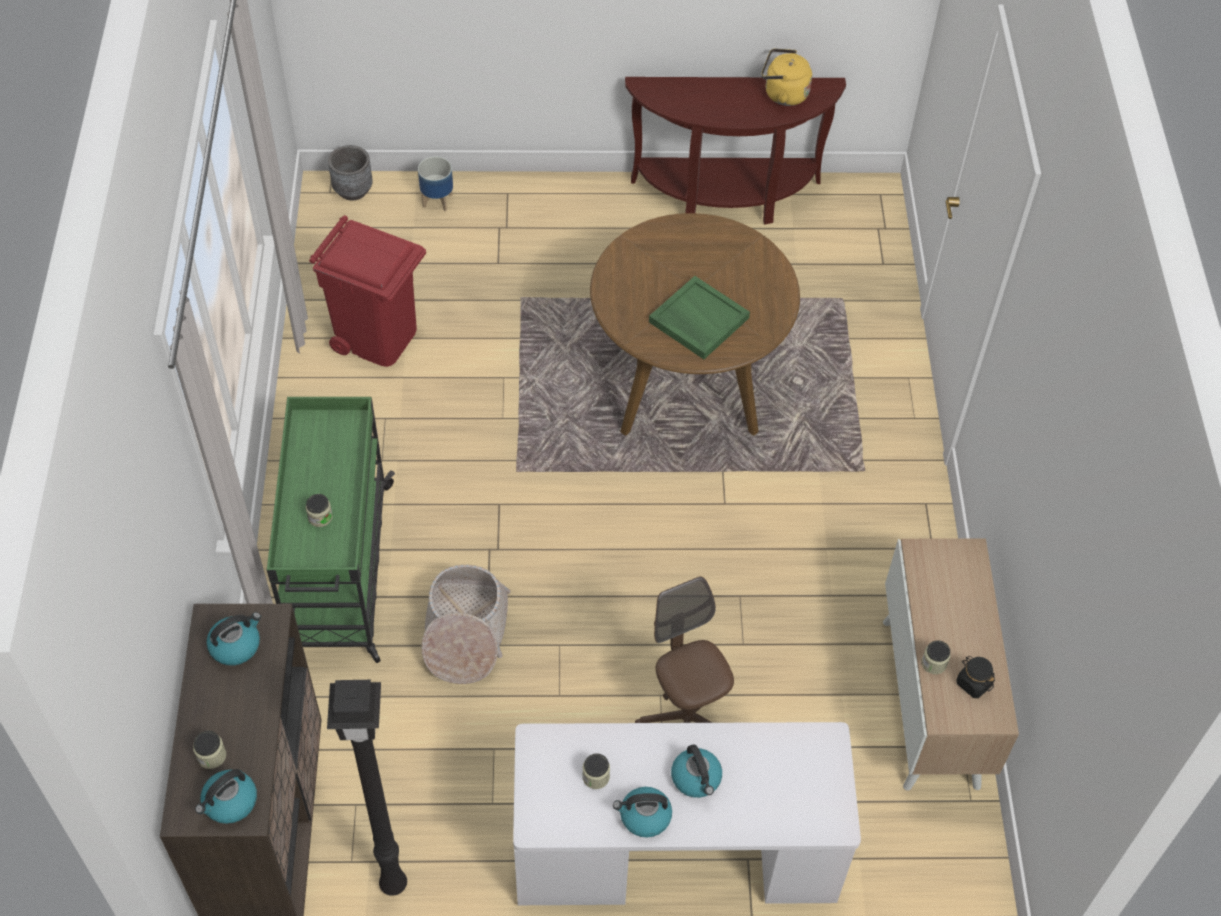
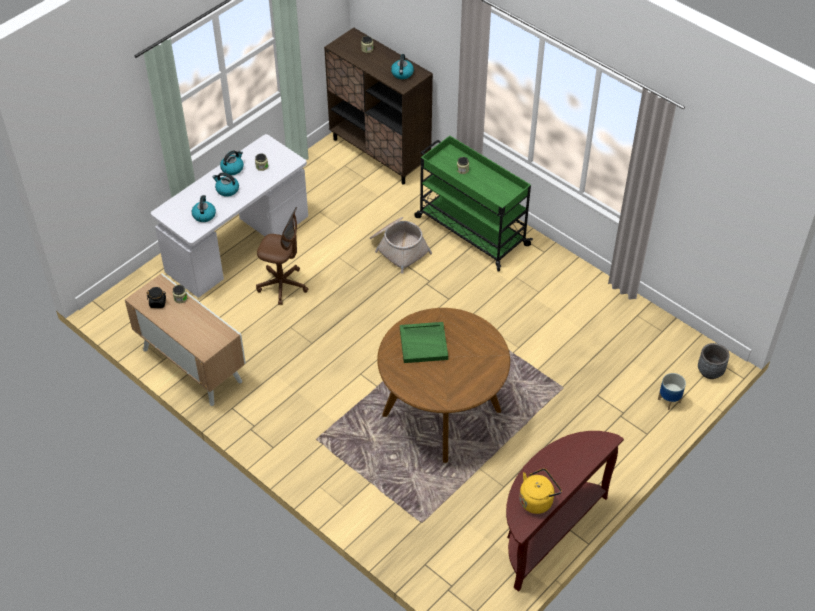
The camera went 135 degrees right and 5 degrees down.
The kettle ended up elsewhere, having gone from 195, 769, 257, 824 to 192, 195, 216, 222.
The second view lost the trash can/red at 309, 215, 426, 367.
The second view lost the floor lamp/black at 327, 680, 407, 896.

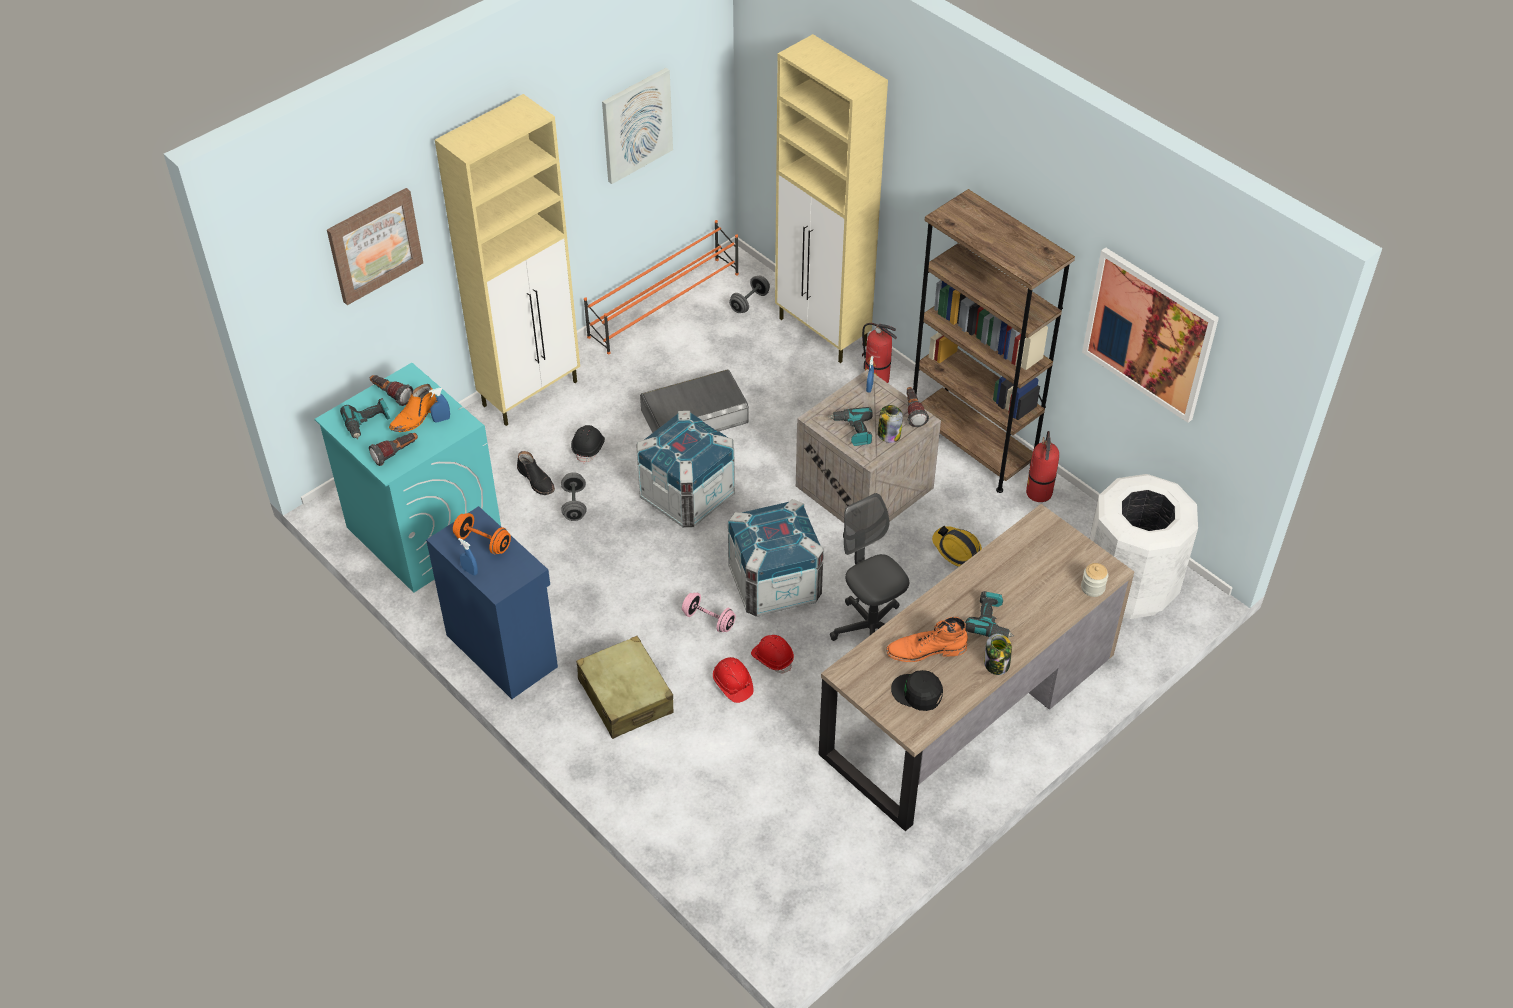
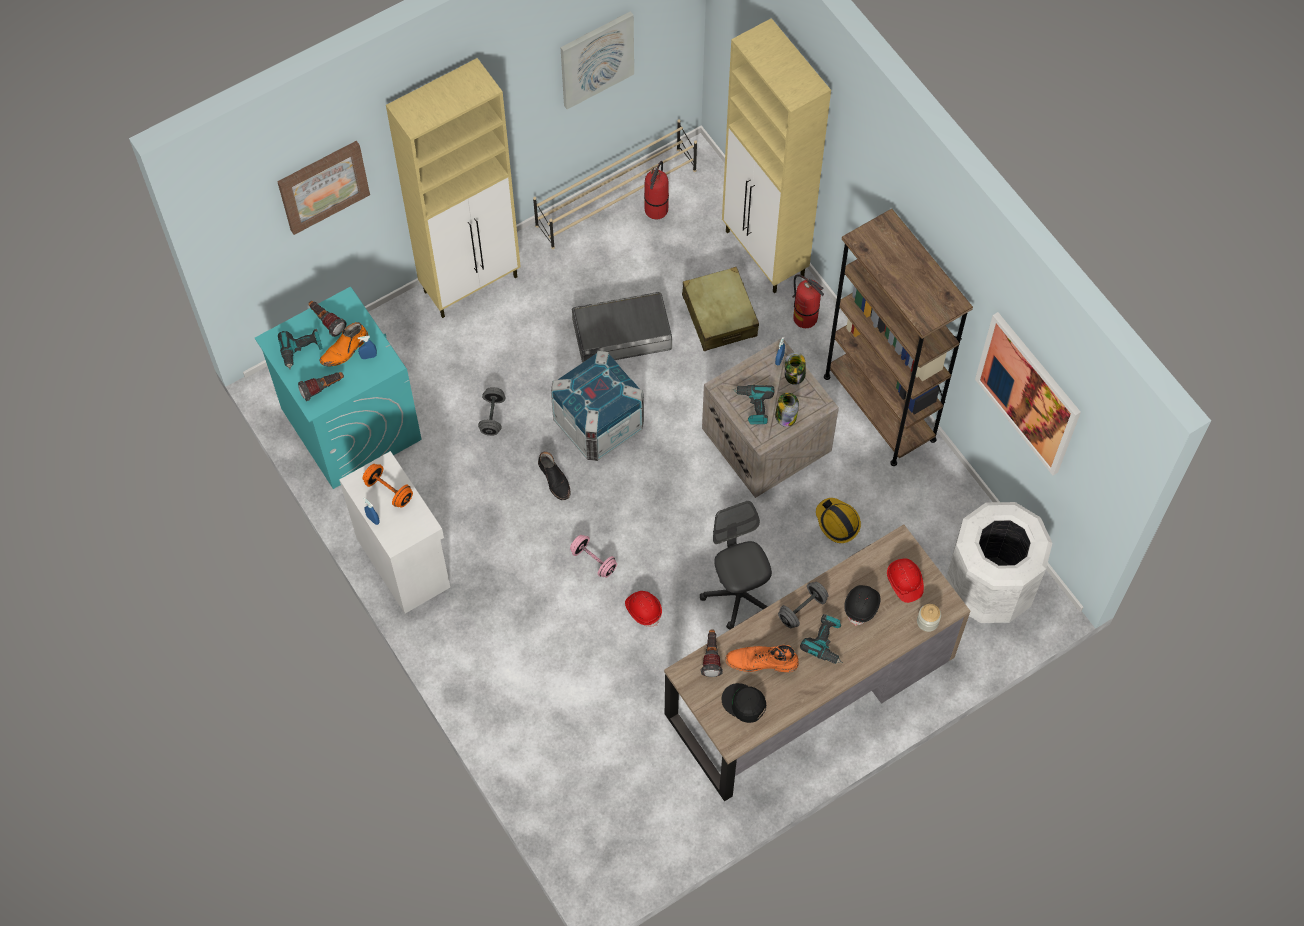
The camera went 10 degrees right and 15 degrees up.
What was the cabinet/blue at 426, 506, 558, 699 turned into the cabinet/white at 339, 451, 450, 613.
The boot/black ended up elsewhere, having gone from 517, 451, 555, 495 to 538, 452, 571, 500.
The hard hat/black ended up elsewhere, having gone from 571, 425, 605, 463 to 844, 585, 881, 626.
The suitcase/beige ended up elsewhere, having gone from 576, 636, 674, 739 to 682, 267, 759, 351.
What was the shoe rack/orange at 584, 220, 739, 354 turned into the shoe rack/beige at 533, 119, 697, 249.
The hard hat/red ended up elsewhere, having gone from 713, 657, 754, 703 to 887, 558, 924, 603.
The second view lost the crate at 728, 499, 824, 617.
The dumbbell/grey ended up elsewhere, having gone from 729, 276, 770, 313 to 778, 582, 828, 628.
The flashlight ended up elsewhere, having gone from 906, 387, 929, 427 to 700, 630, 723, 677.
The jar ended up elsewhere, having gone from 984, 634, 1012, 675 to 784, 352, 806, 385.
The fire extinguisher ended up elsewhere, having gone from 1026, 431, 1059, 502 to 644, 161, 669, 219.

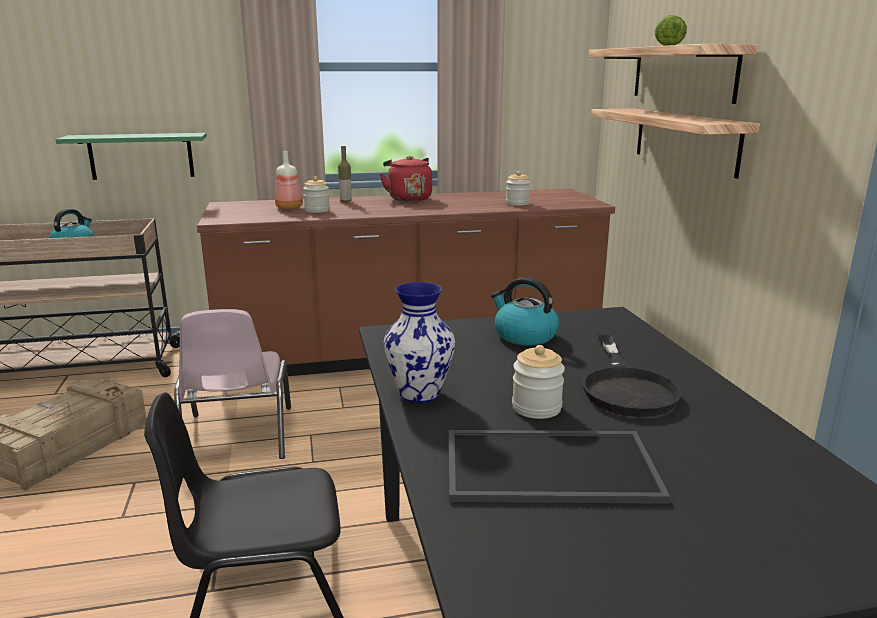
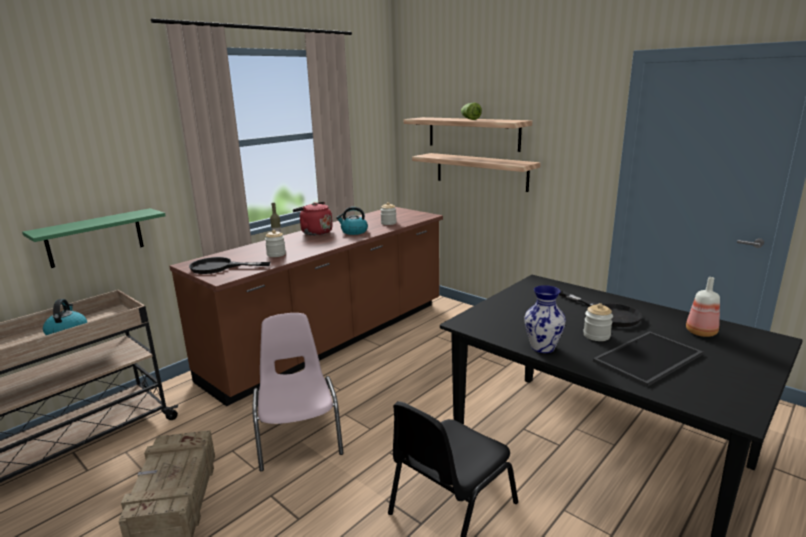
The camera went 35 degrees left and 0 degrees up.
The chair/pink at 174, 309, 291, 459 ended up facing another way, 150 degrees counterclockwise from before.
The bottle ended up elsewhere, having gone from 275, 151, 303, 209 to 686, 277, 720, 337.
The kettle ended up elsewhere, having gone from 491, 277, 559, 346 to 336, 207, 368, 235.
The second view gained the frying pan/black at 189, 257, 270, 274.

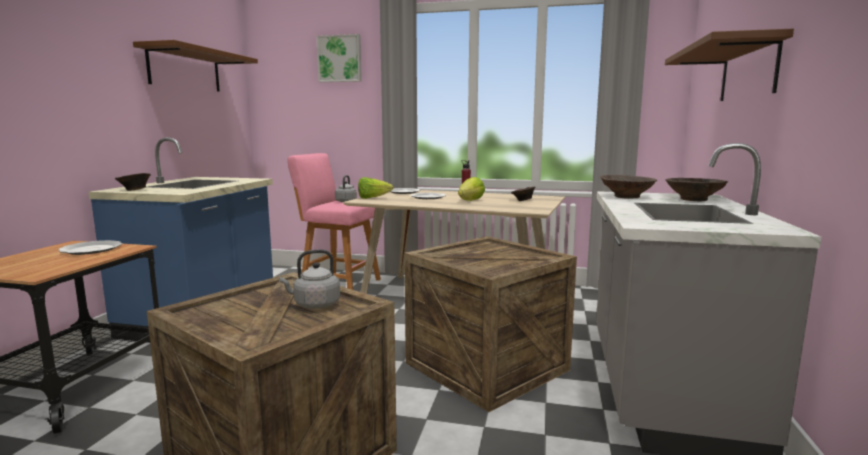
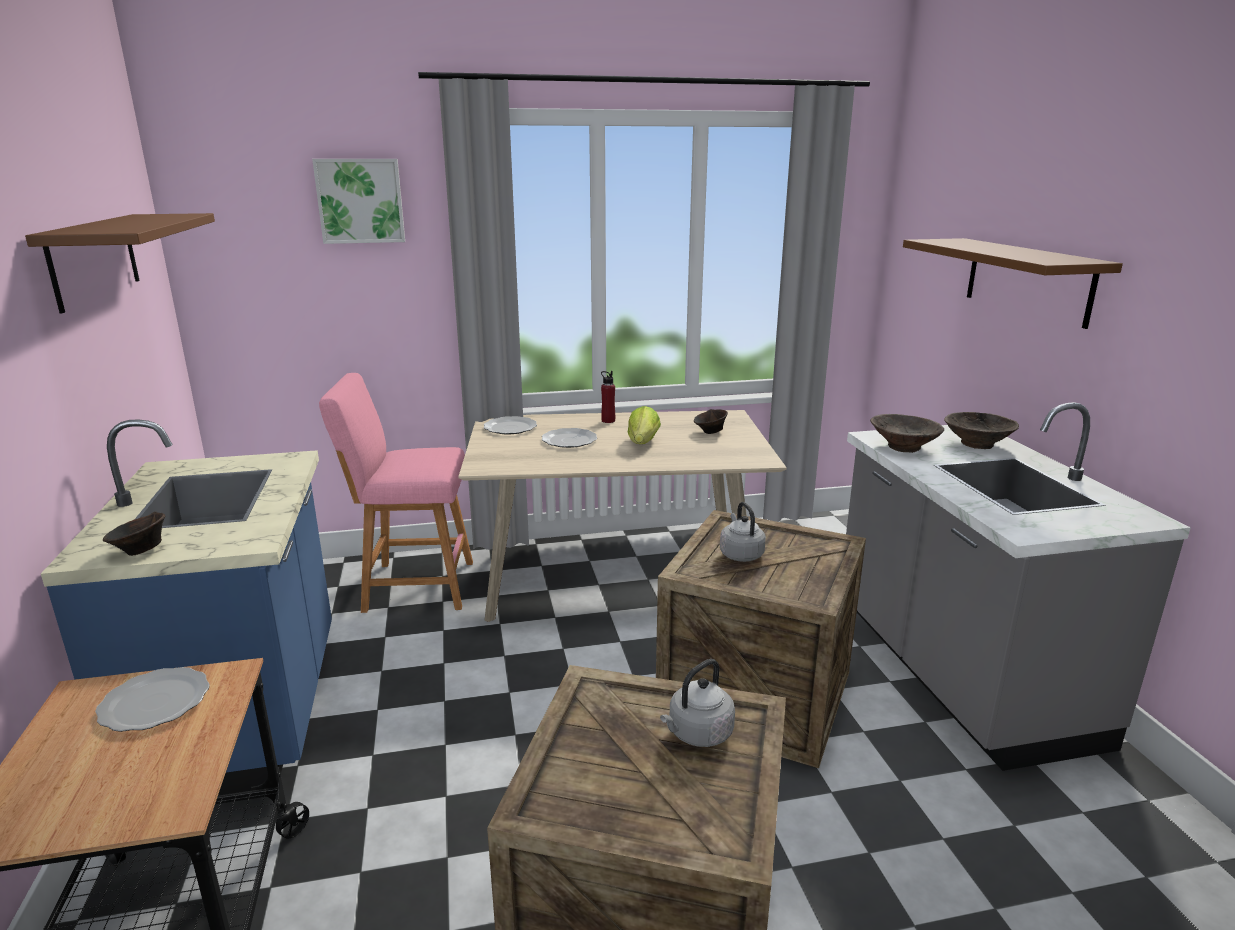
The camera went 25 degrees left and 10 degrees up.
The kettle/grey ended up elsewhere, having gone from 335, 175, 357, 202 to 720, 502, 766, 562.
The second view lost the lettuce at 358, 177, 394, 199.

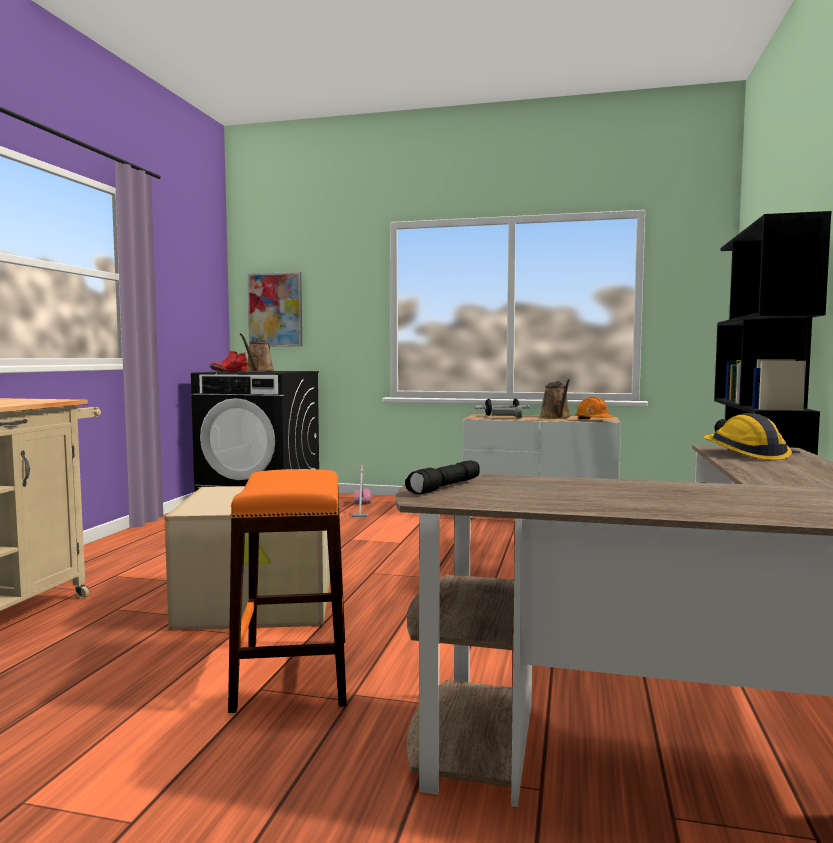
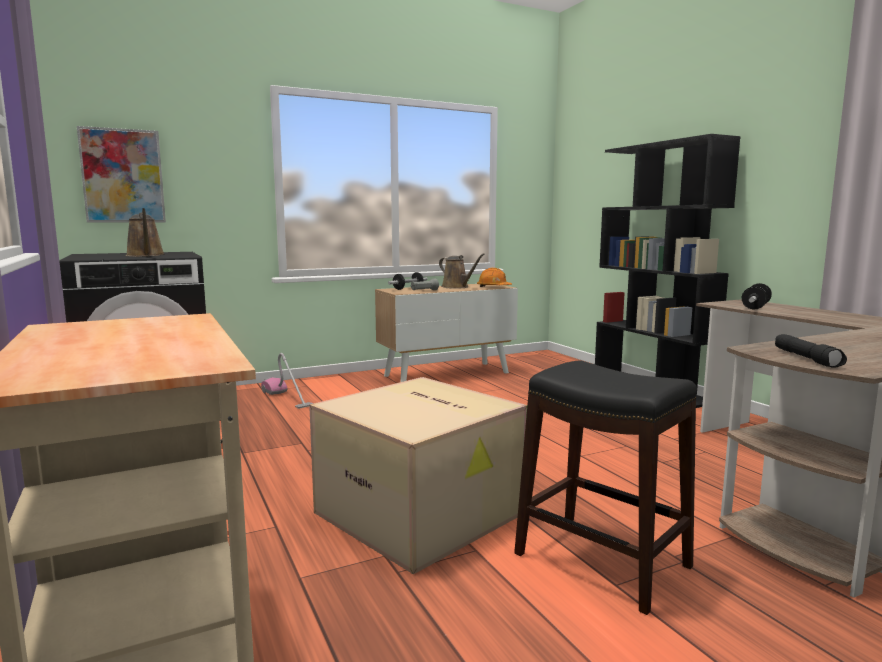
The camera went 40 degrees left and 5 degrees up.
The second view lost the boot/red at 210, 351, 247, 372.
What was the stool/orange at 228, 469, 347, 713 turned into the stool/black at 514, 360, 697, 615.
Where the hard hat stood at 703, 413, 792, 460, the dumbbell came to stand at 742, 283, 772, 309.

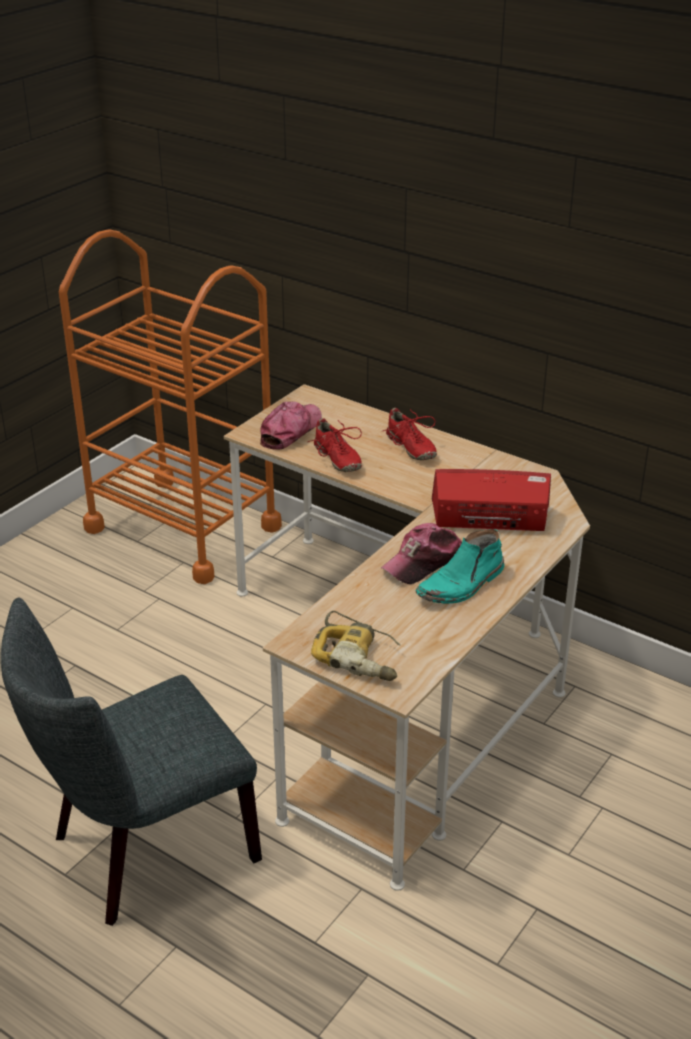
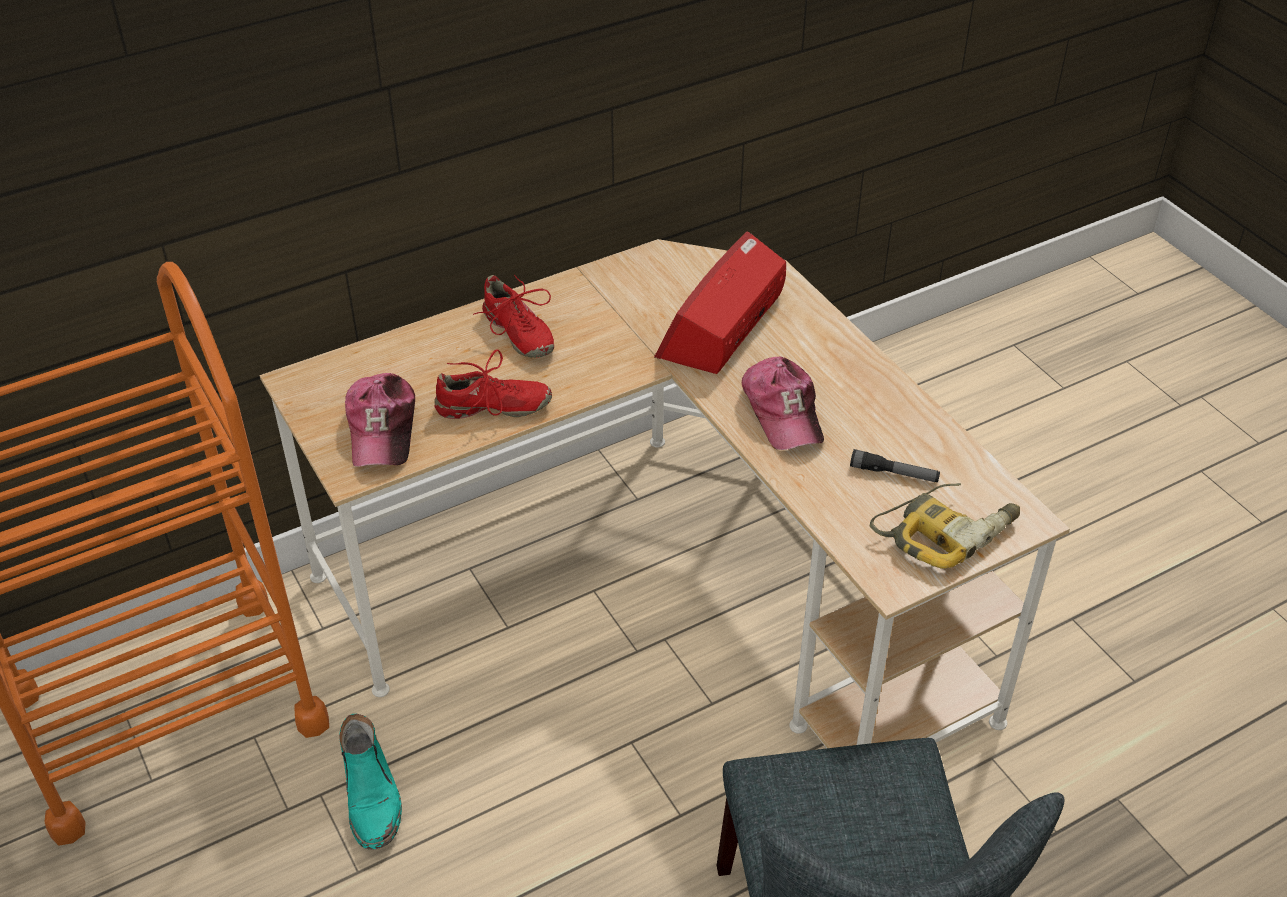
The camera went 65 degrees left and 10 degrees up.
The cap at 260, 401, 322, 450 ended up facing another way, 150 degrees counterclockwise from before.
The shoe/red at 381, 408, 437, 460 ended up facing another way, 60 degrees clockwise from before.
The boot/turquoise ended up elsewhere, having gone from 416, 529, 504, 604 to 339, 714, 402, 849.
The second view gained the flashlight at 850, 449, 940, 482.

